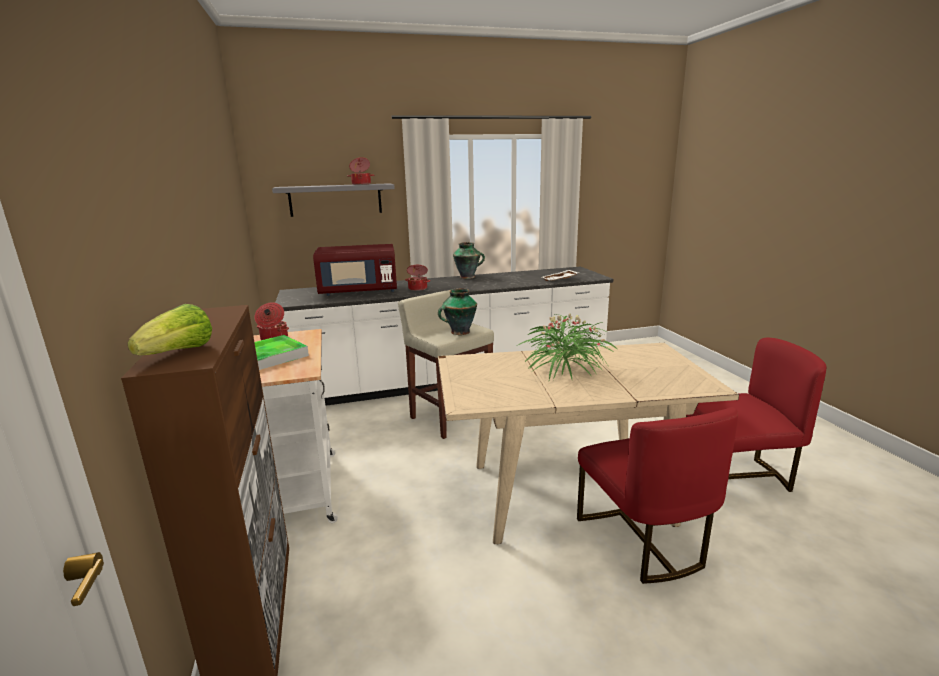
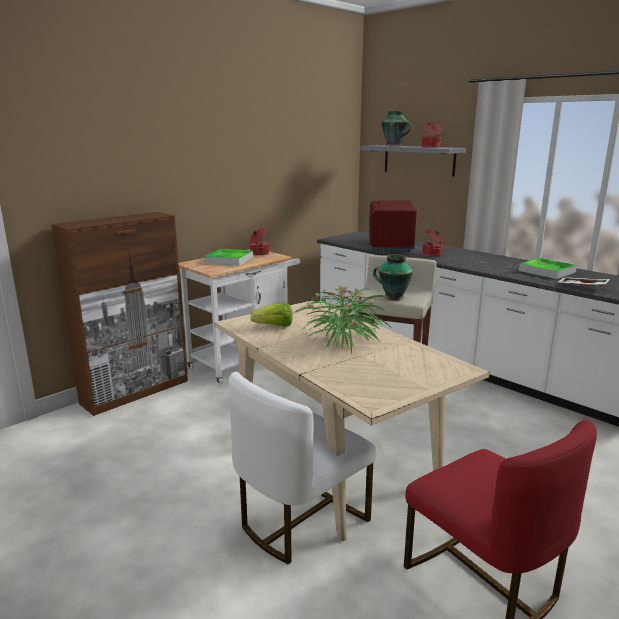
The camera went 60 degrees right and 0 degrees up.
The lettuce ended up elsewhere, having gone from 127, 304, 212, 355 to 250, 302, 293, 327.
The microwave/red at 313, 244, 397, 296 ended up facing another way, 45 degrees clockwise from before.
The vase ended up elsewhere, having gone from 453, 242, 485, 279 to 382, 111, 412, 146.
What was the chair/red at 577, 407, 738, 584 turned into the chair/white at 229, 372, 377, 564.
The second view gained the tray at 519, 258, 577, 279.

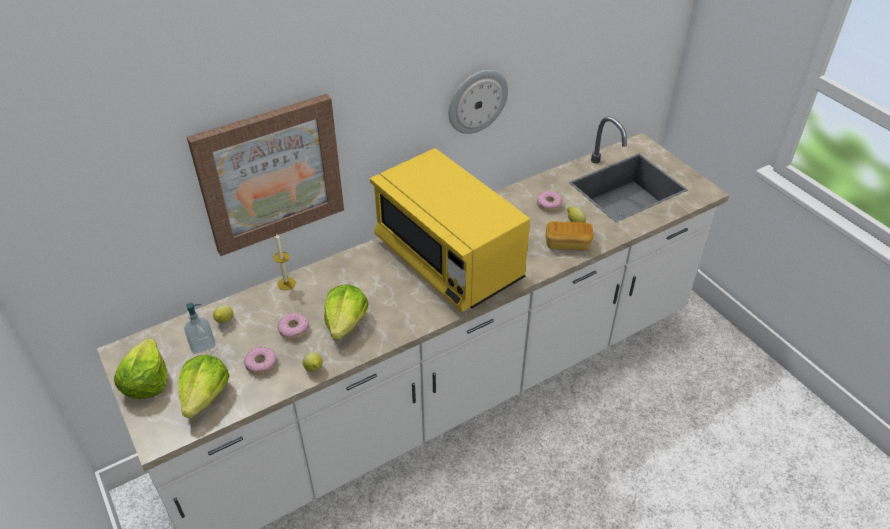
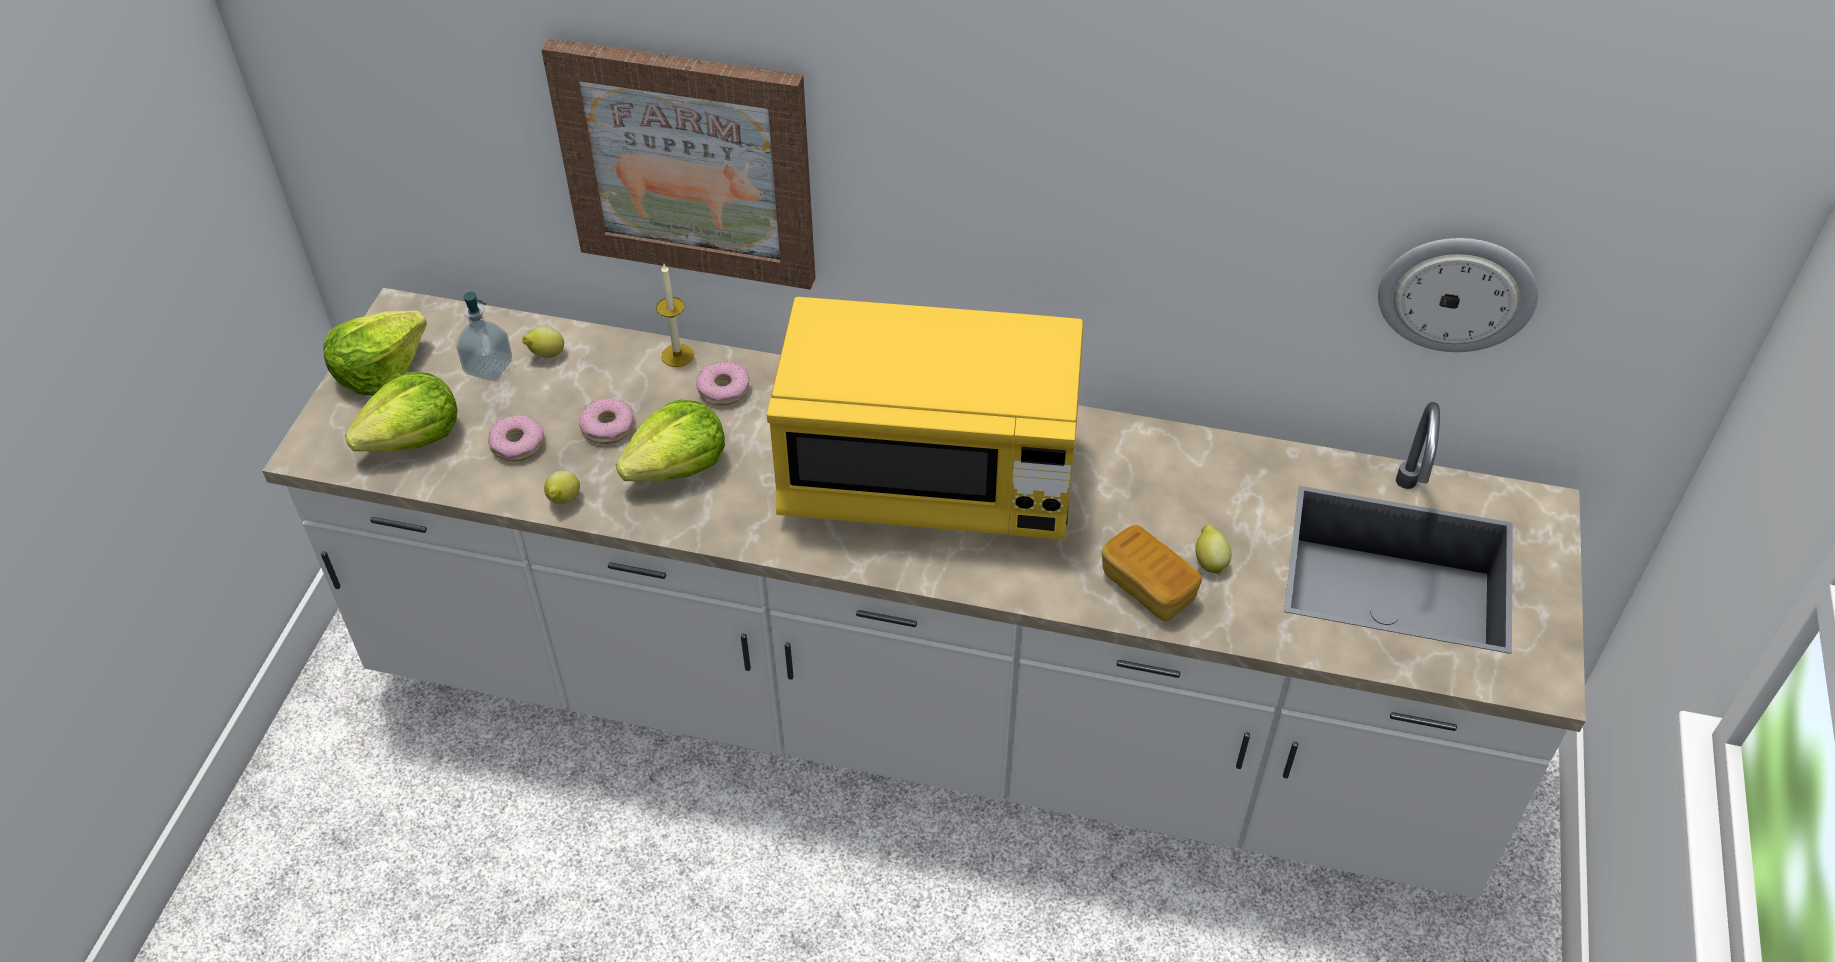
The camera went 45 degrees right and 5 degrees up.
The microwave/yellow at 370, 148, 530, 312 ended up facing another way, 90 degrees counterclockwise from before.
The wall clock ended up elsewhere, having gone from 449, 70, 508, 134 to 1378, 238, 1538, 352.
The donut ended up elsewhere, having gone from 537, 191, 563, 211 to 696, 362, 750, 406.

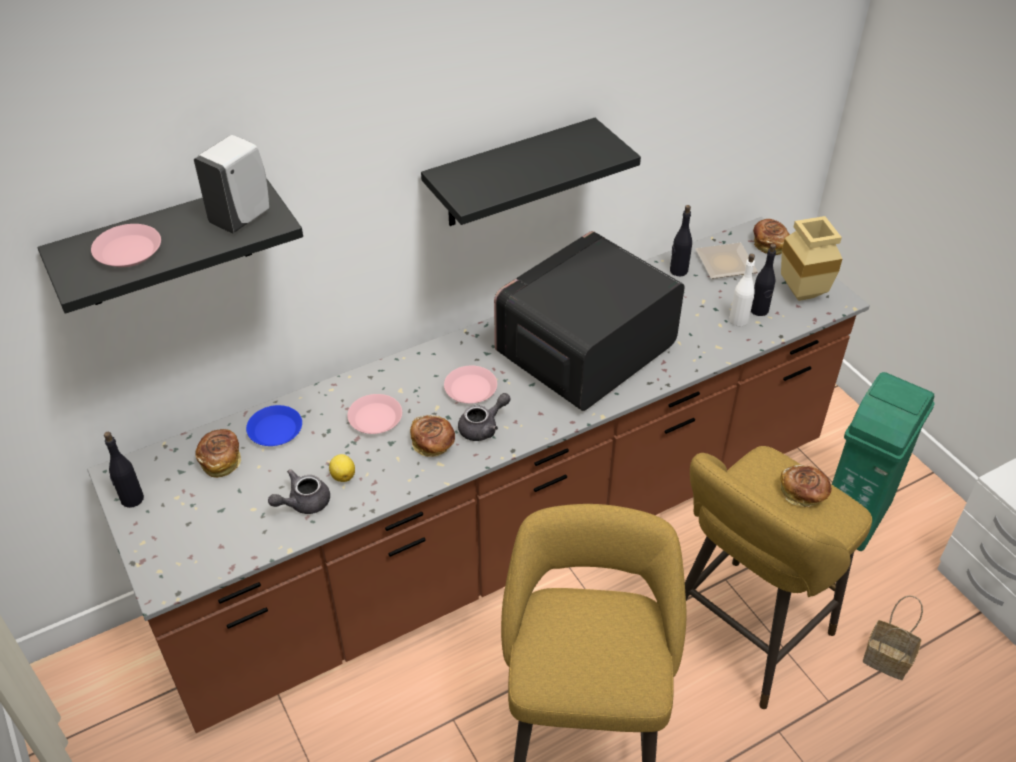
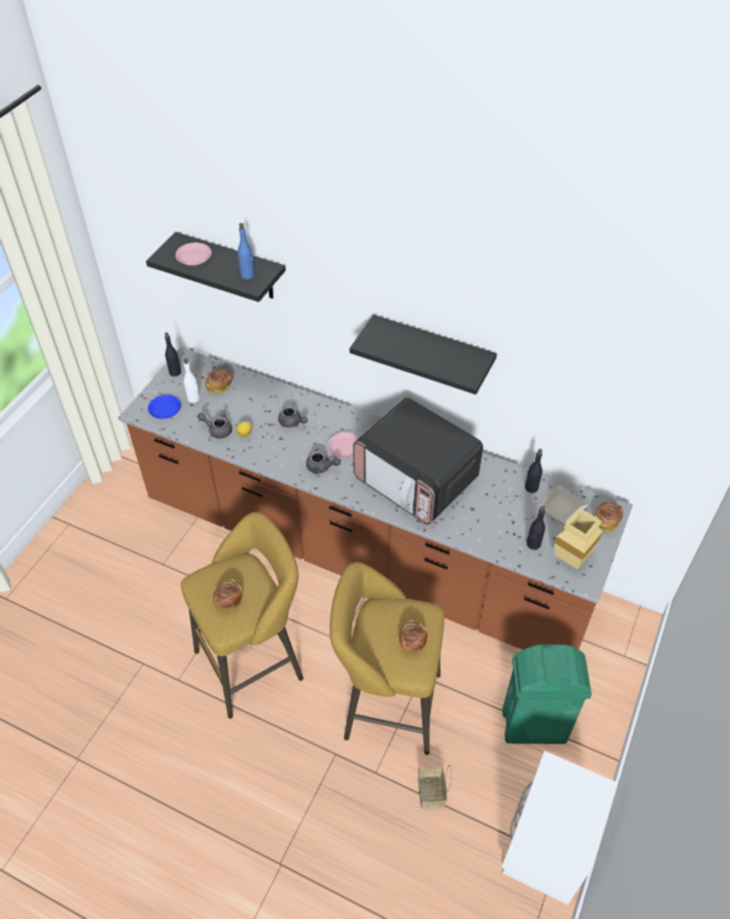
The camera went 55 degrees right and 5 degrees up.
Where the soap dispenser/white stood at 194, 135, 269, 233, the bottle/blue came to stand at 238, 223, 255, 279.
The plate/blue ended up elsewhere, having gone from 246, 405, 302, 446 to 148, 395, 181, 419.
Where the plate/pink stood at 347, 394, 402, 434, the teapot/grey came to stand at 278, 406, 308, 428.
The bread ended up elsewhere, having gone from 410, 415, 455, 457 to 213, 579, 243, 610.
The microwave at 494, 231, 684, 411 ended up facing another way, 150 degrees counterclockwise from before.
The bottle/white ended up elsewhere, having gone from 729, 254, 755, 327 to 184, 359, 200, 403.

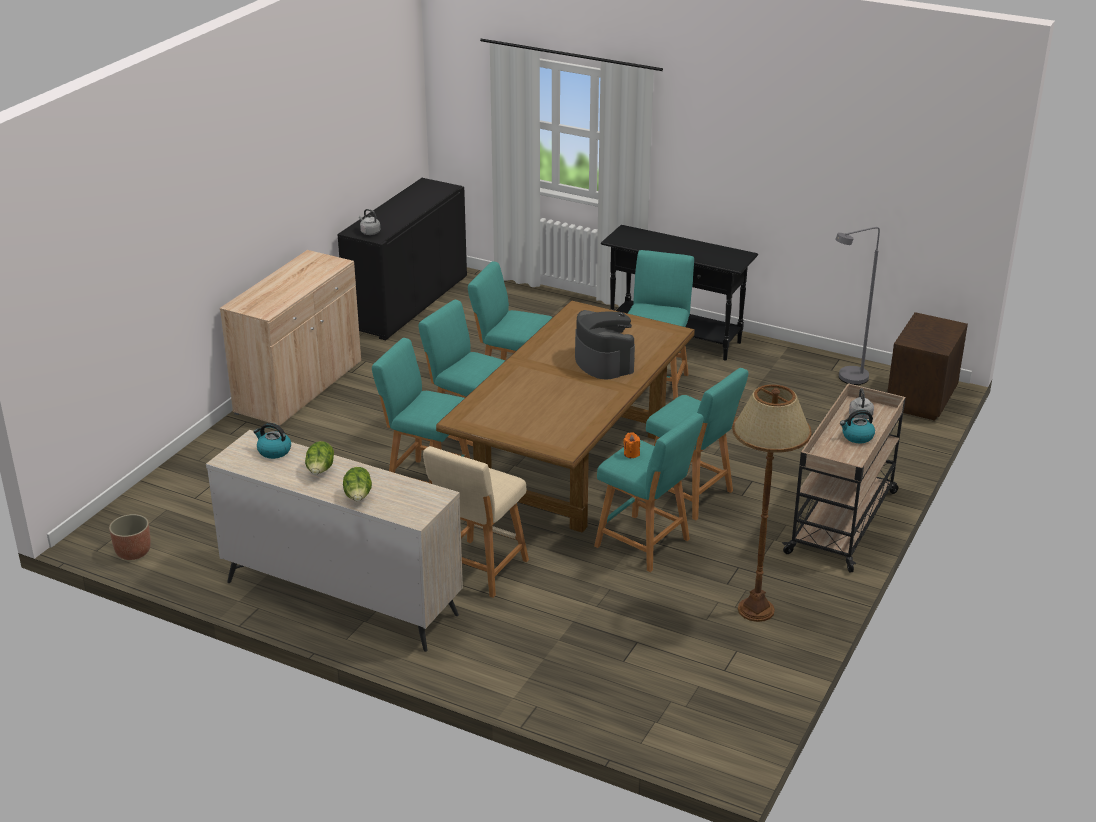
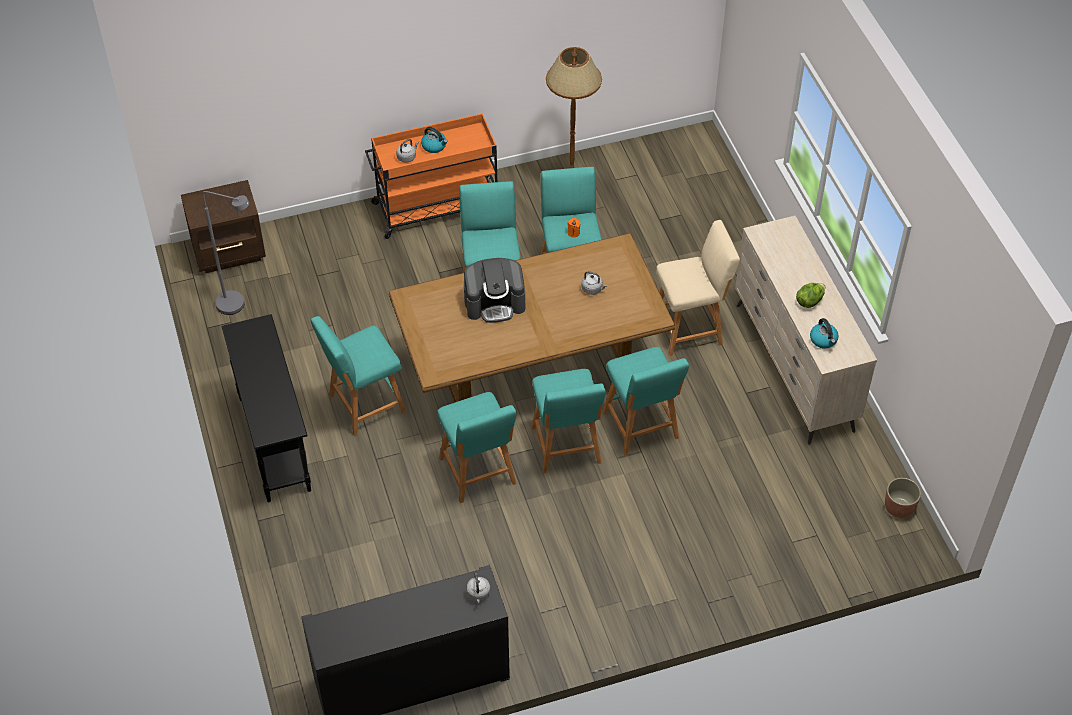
The camera went 135 degrees left and 20 degrees up.
The second view lost the cabinet/beige at 220, 250, 361, 426.
The second view lost the lettuce at 343, 467, 372, 501.
The coffee machine at 575, 310, 635, 379 ended up facing another way, 120 degrees counterclockwise from before.
What was the cart/beige at 782, 383, 906, 573 turned into the cart/orange at 365, 113, 497, 239.
The second view gained the kettle/grey at 582, 271, 607, 295.

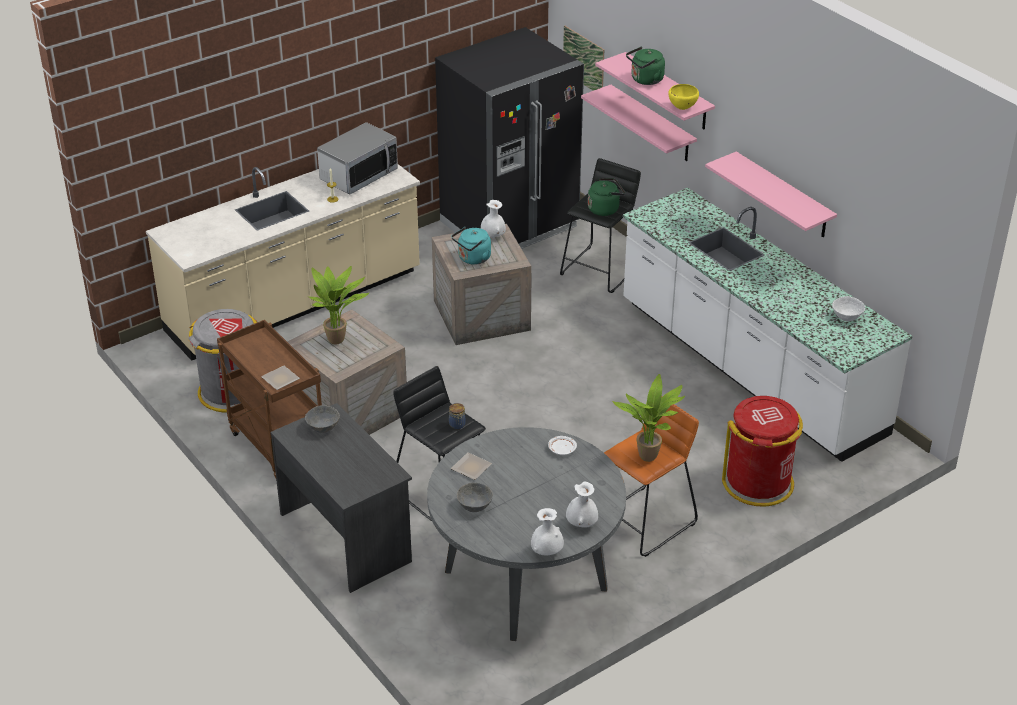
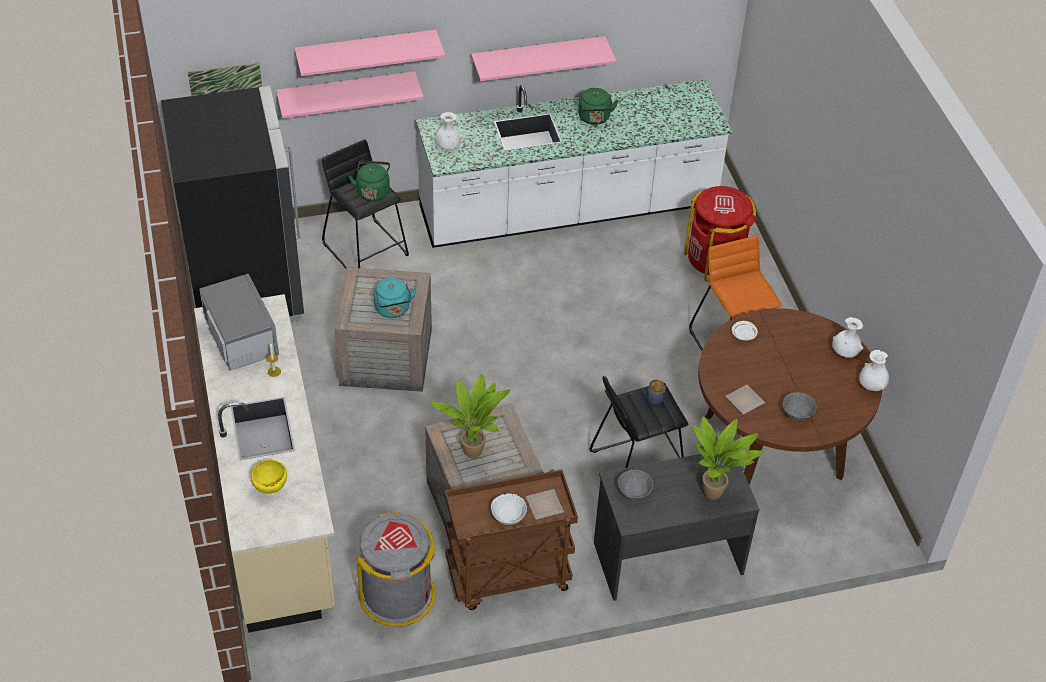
The camera went 70 degrees left and 10 degrees up.
What was the dining table/grey at 427, 427, 626, 641 turned into the dining table/brown at 698, 308, 882, 485.
The vase/white ended up elsewhere, having gone from 481, 200, 506, 238 to 434, 112, 463, 150.
The potted plant ended up elsewhere, having gone from 612, 374, 685, 462 to 693, 416, 764, 500.
The kettle/green ended up elsewhere, having gone from 626, 47, 665, 85 to 578, 88, 619, 125.
The bowl/yellow ended up elsewhere, having gone from 668, 84, 699, 110 to 251, 460, 287, 494.
The bowl/white ended up elsewhere, having gone from 832, 296, 865, 322 to 491, 494, 527, 525.

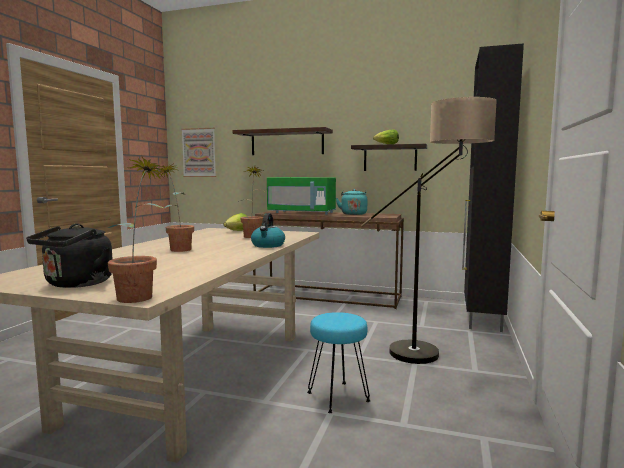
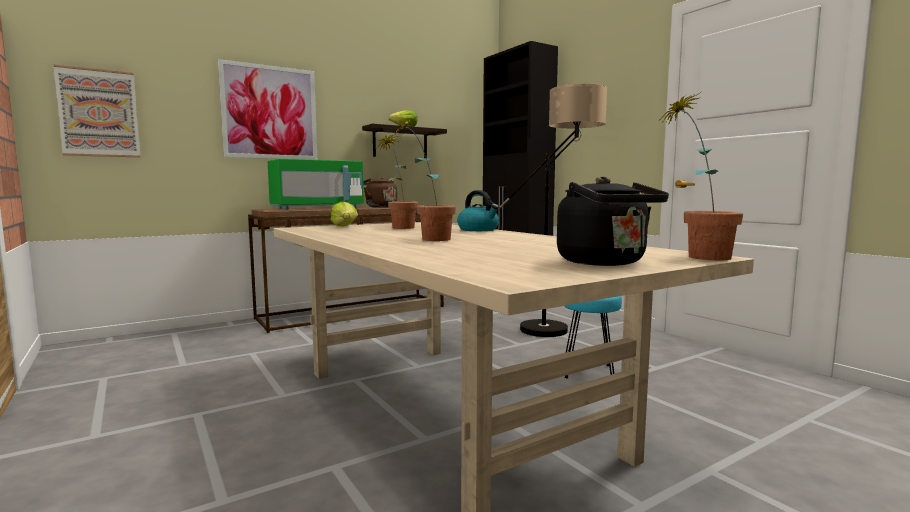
The camera went 50 degrees left and 0 degrees up.
Where the shelf hung at 233, 127, 333, 155, the picture came to hang at 218, 59, 317, 160.
What was the kettle/turquoise at 336, 189, 367, 215 turned into the kettle/brown at 363, 177, 397, 208.

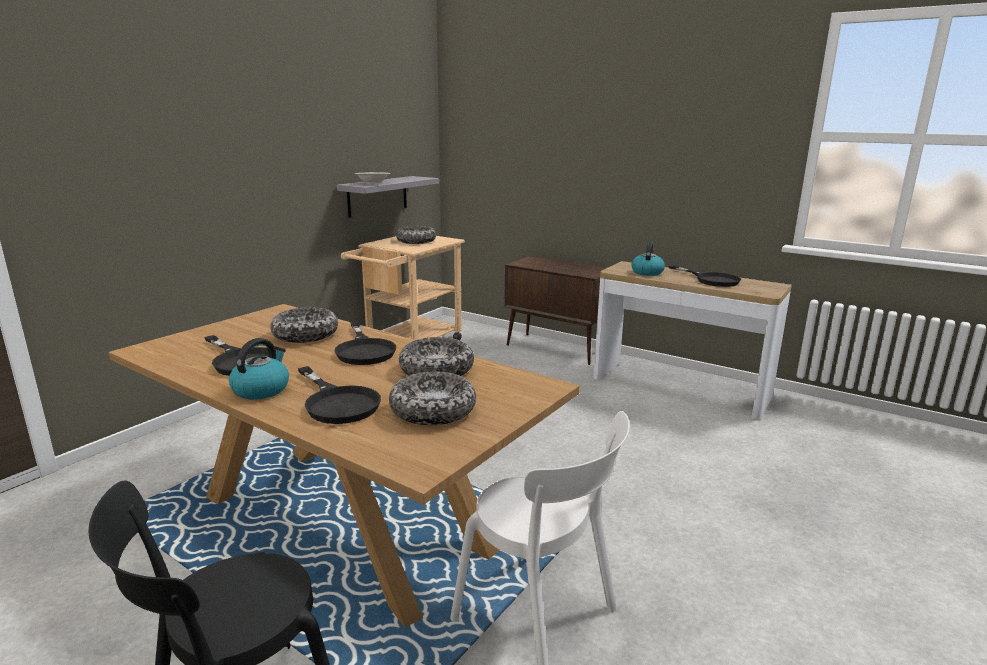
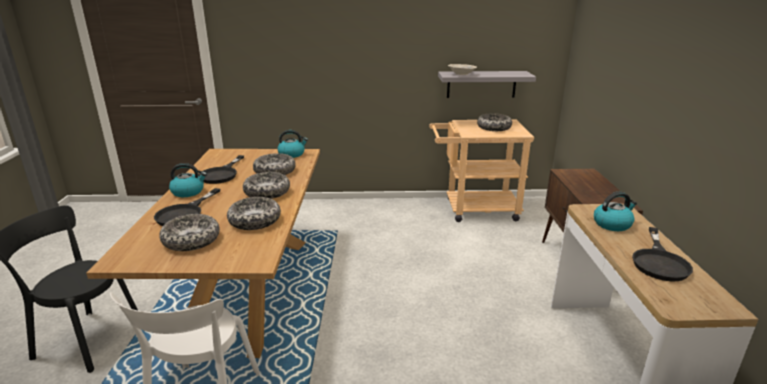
The camera went 55 degrees right and 5 degrees up.
Where the frying pan/black stood at 334, 322, 396, 365, the bowl came to stand at 243, 172, 290, 199.
The second view gained the kettle at 277, 130, 308, 158.

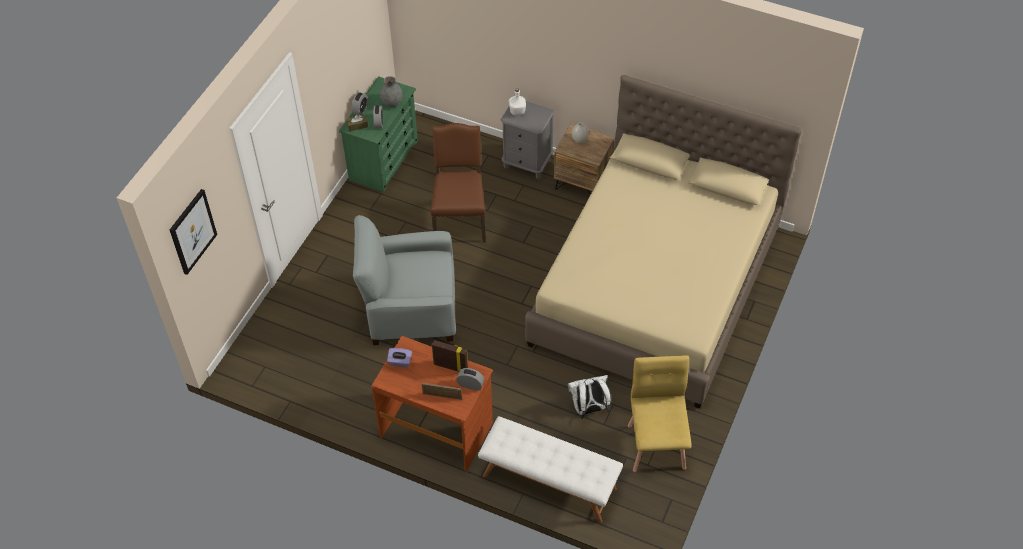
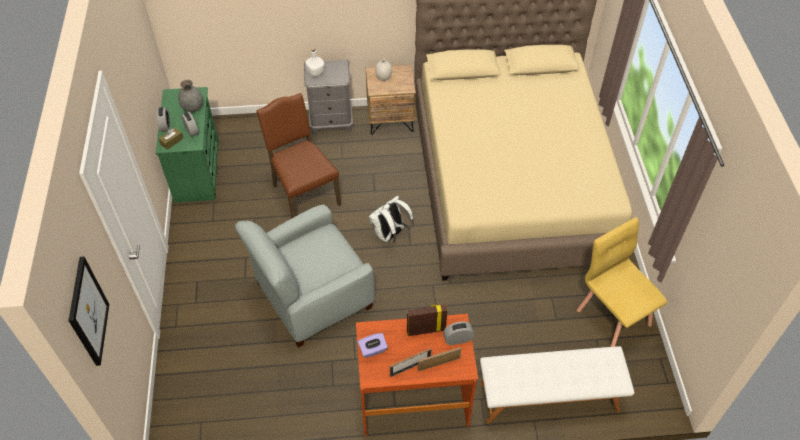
The camera went 30 degrees left and 0 degrees up.
The backpack/white ended up elsewhere, having gone from 568, 375, 611, 419 to 369, 195, 414, 244.
The second view gained the picture frame at 390, 348, 431, 377.

